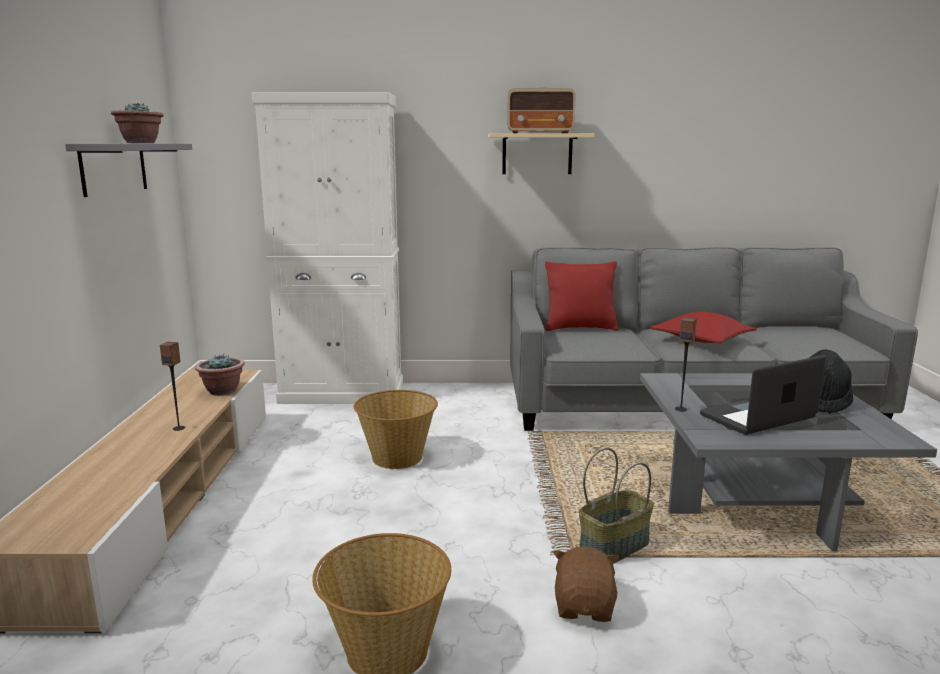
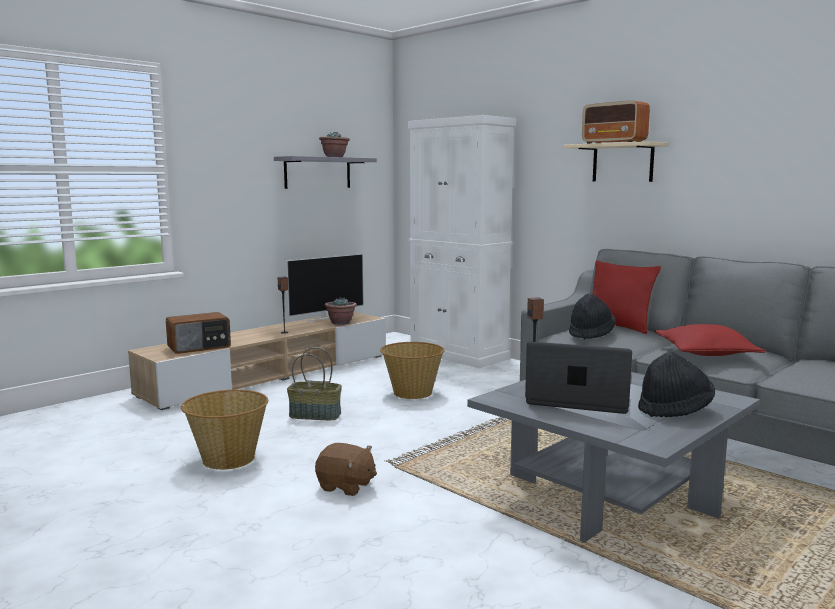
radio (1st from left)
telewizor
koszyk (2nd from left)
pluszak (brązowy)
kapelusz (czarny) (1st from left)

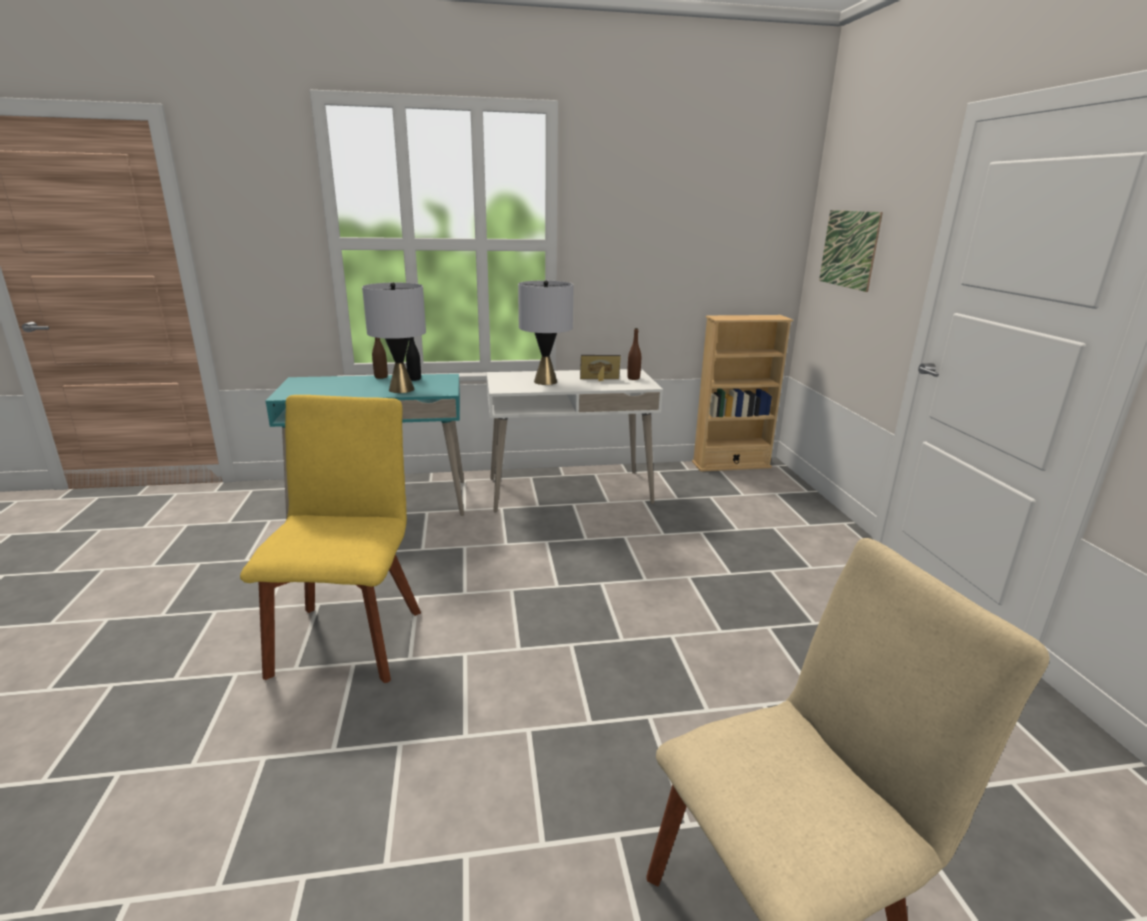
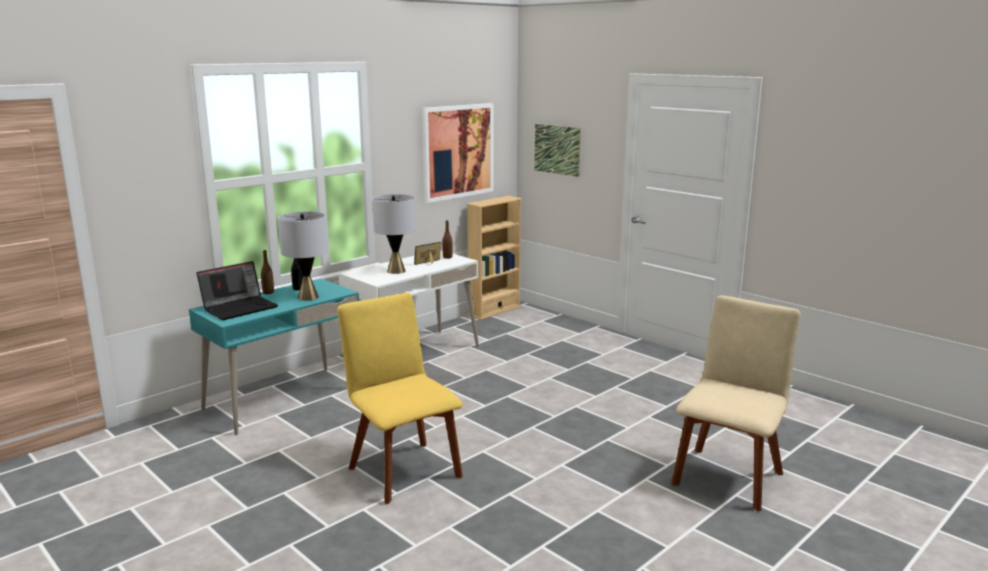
laptop
obraz (1st from left)

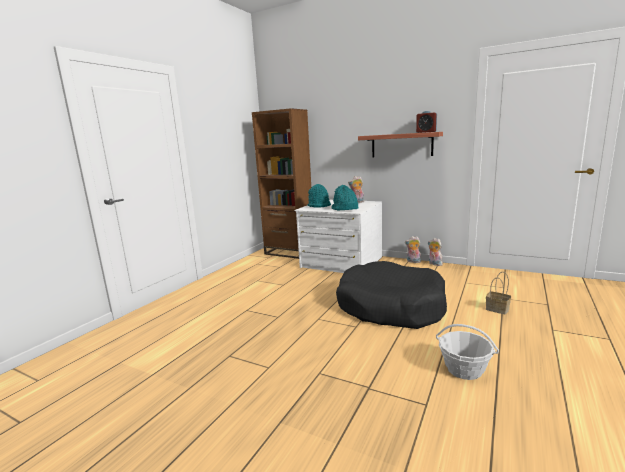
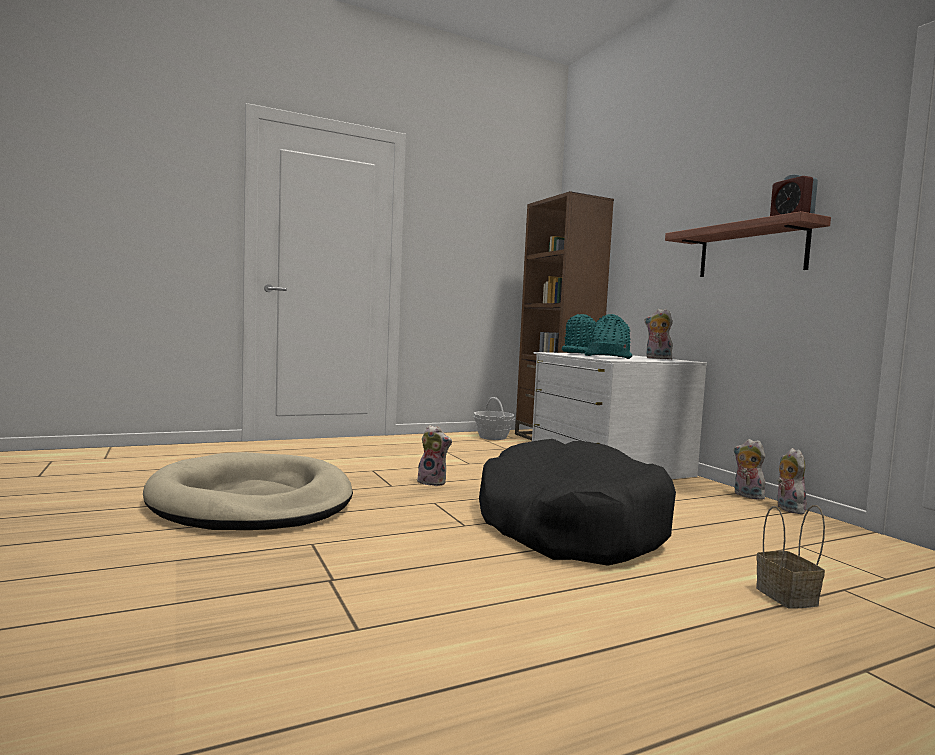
legowisko (beżowy)
pluszak (1st from left)
koszyk (1st from left)

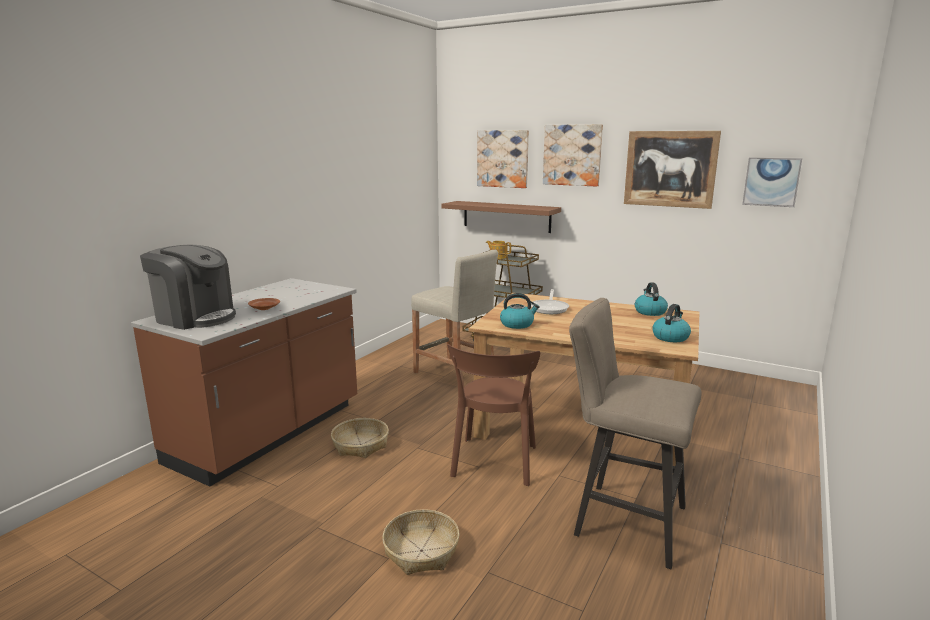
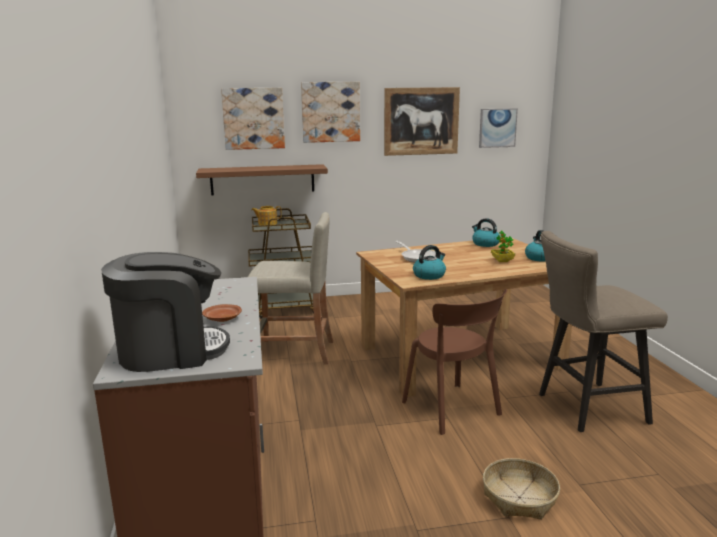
roślina doniczkowa
koszyk (1st from left in the first image)

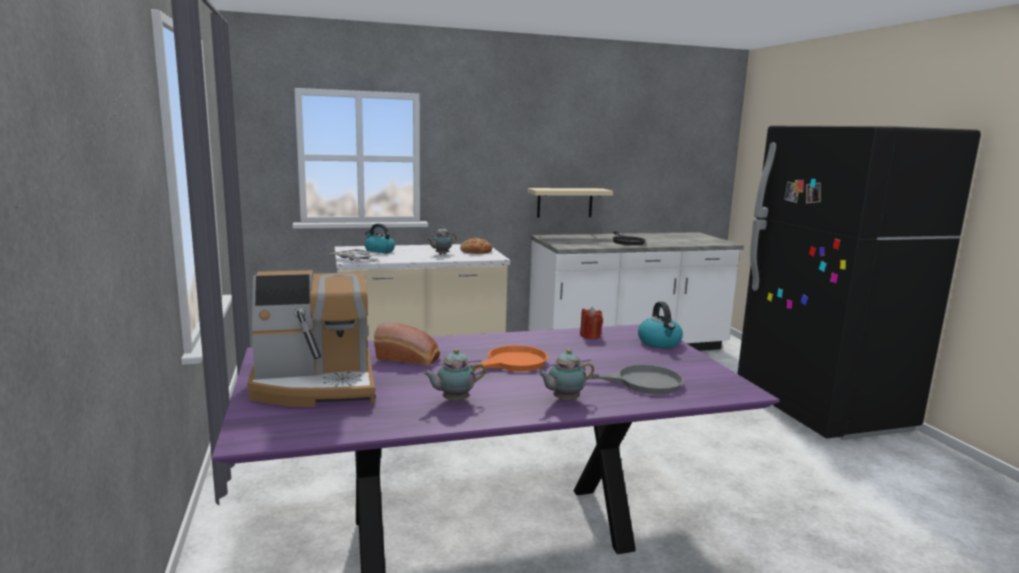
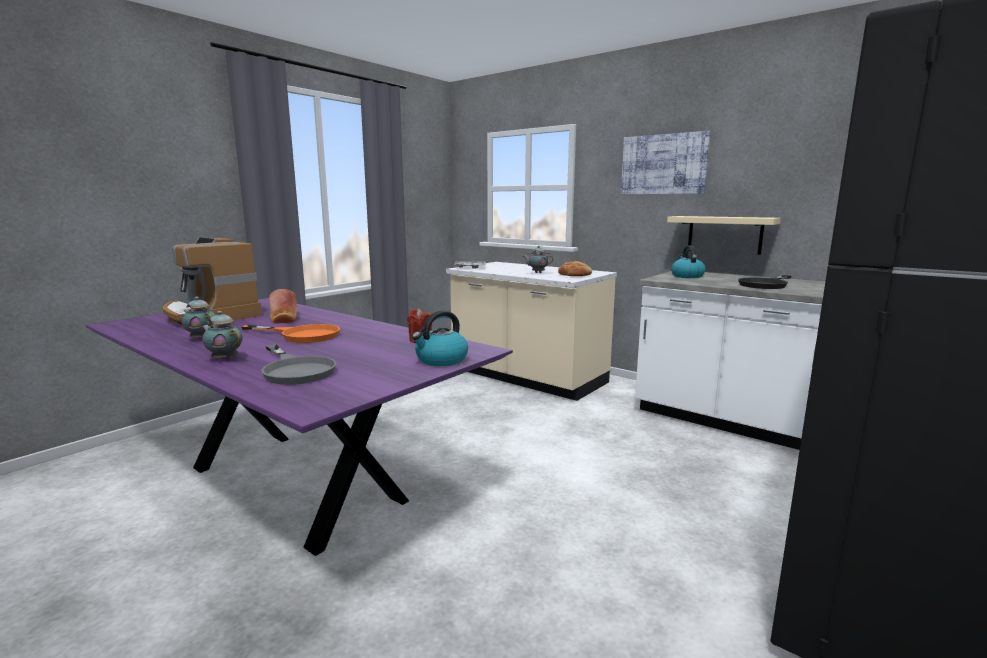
obraz
czajnik (2nd from left)

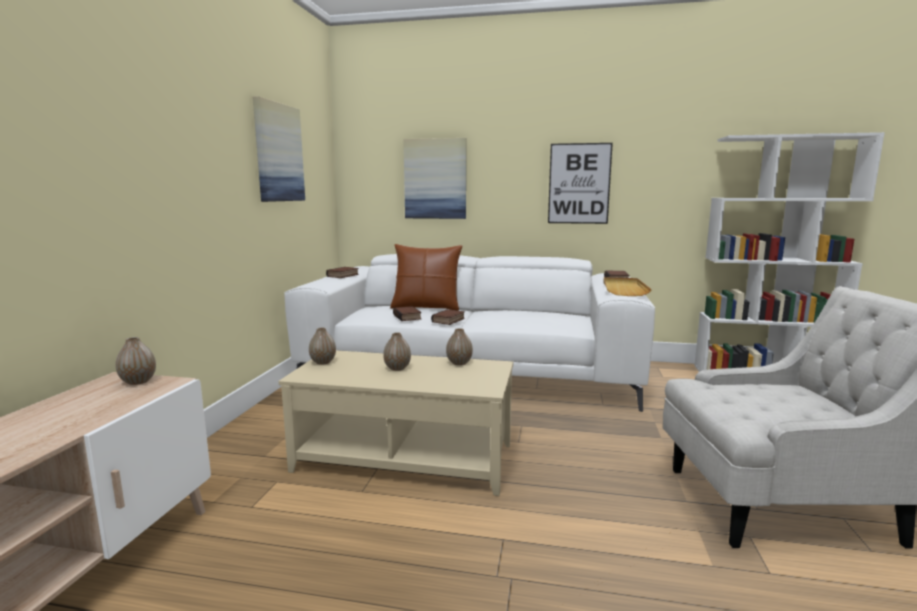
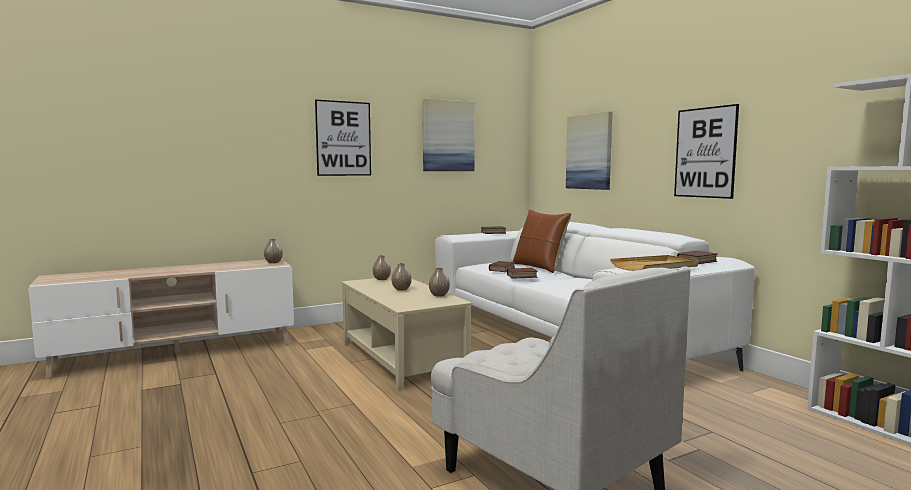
obraz (1st from left)

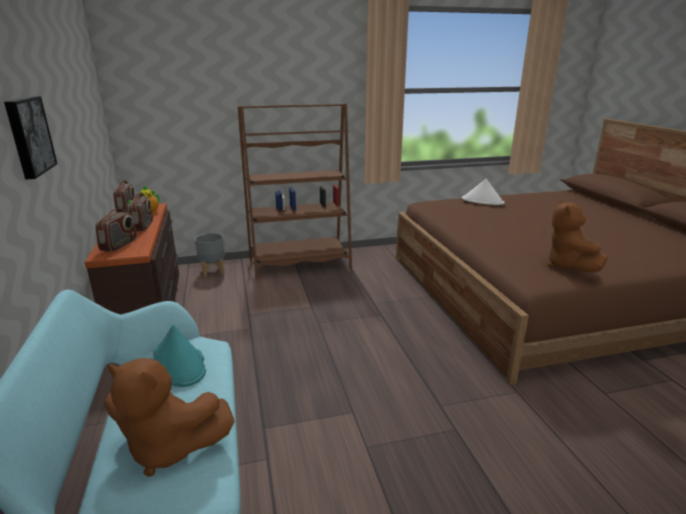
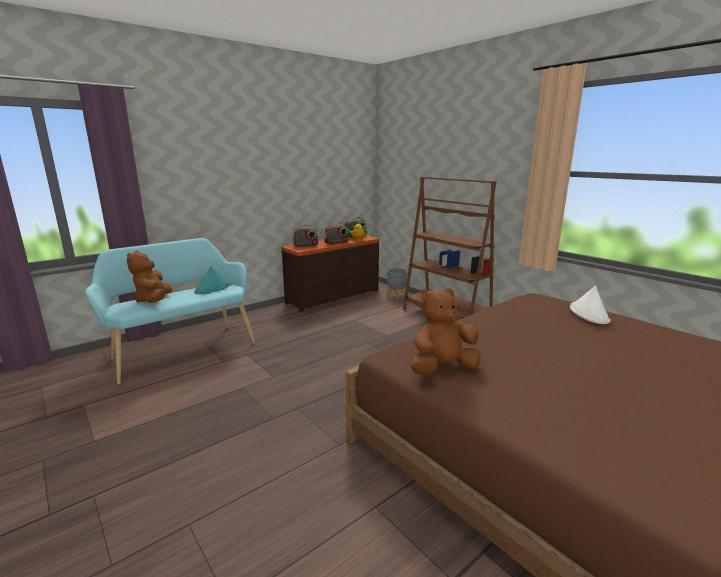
obraz

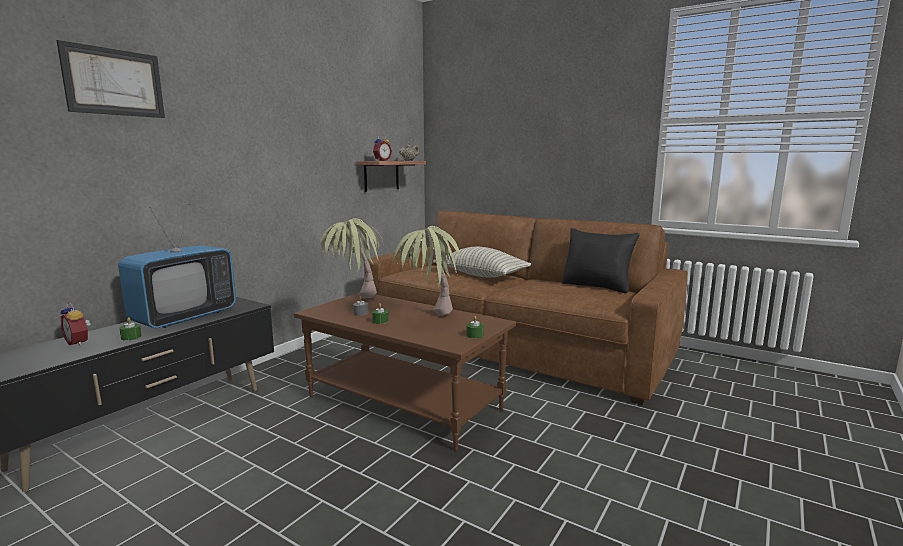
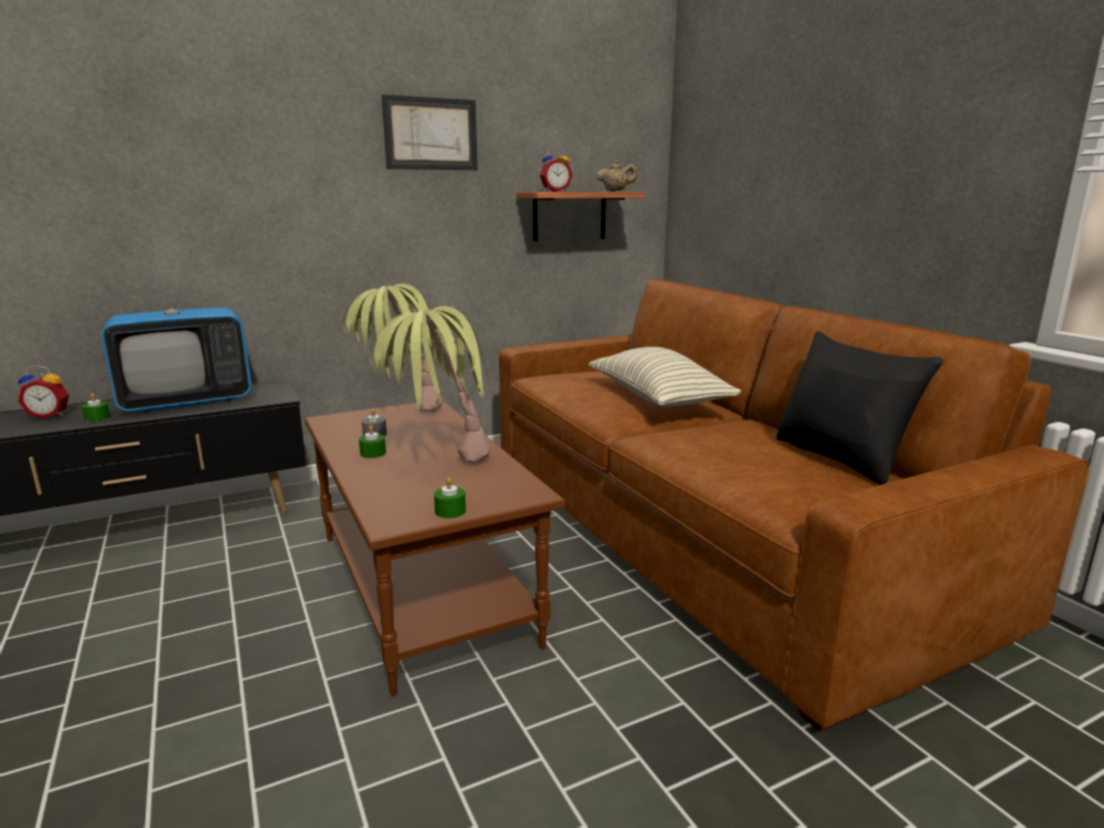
budzik (1st from left)
obraz

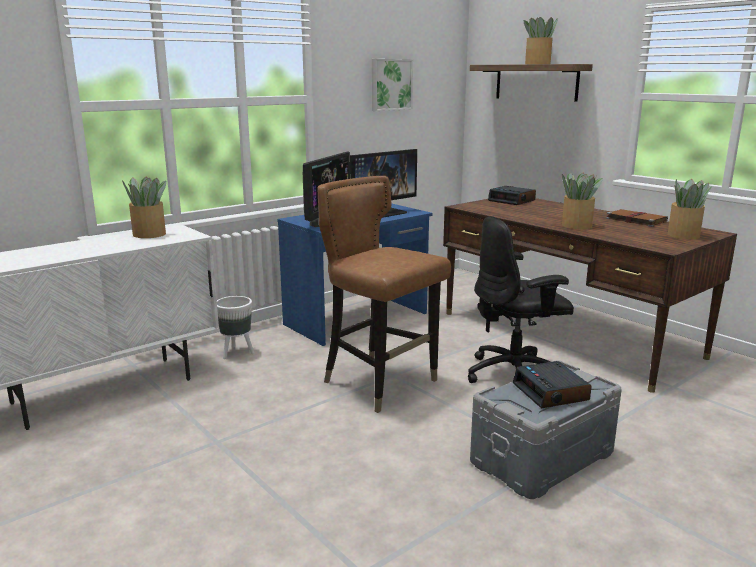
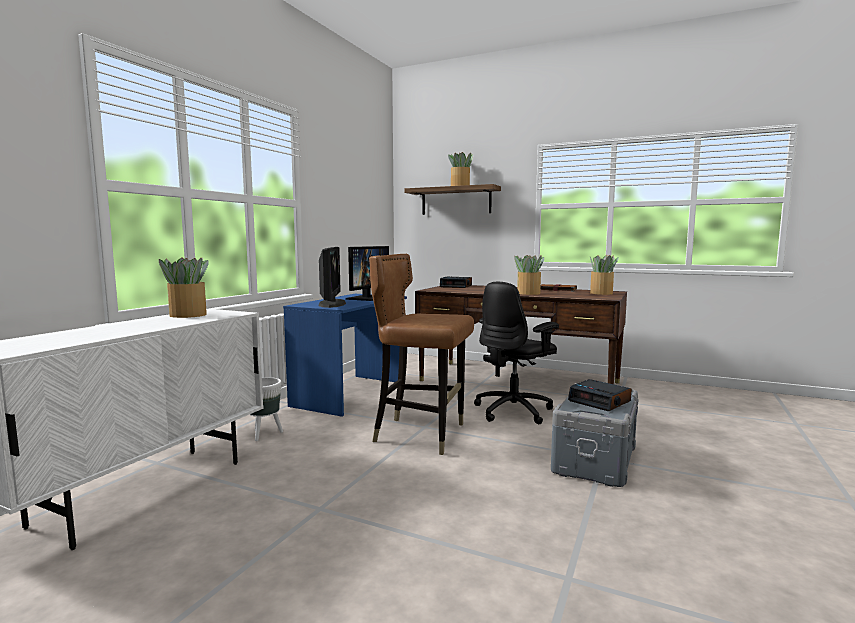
obraz

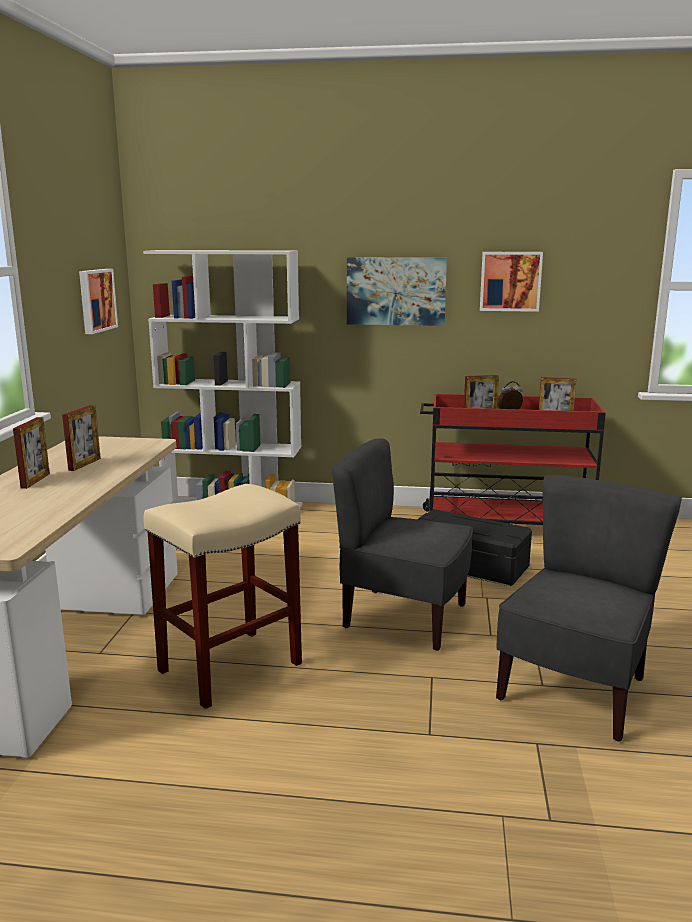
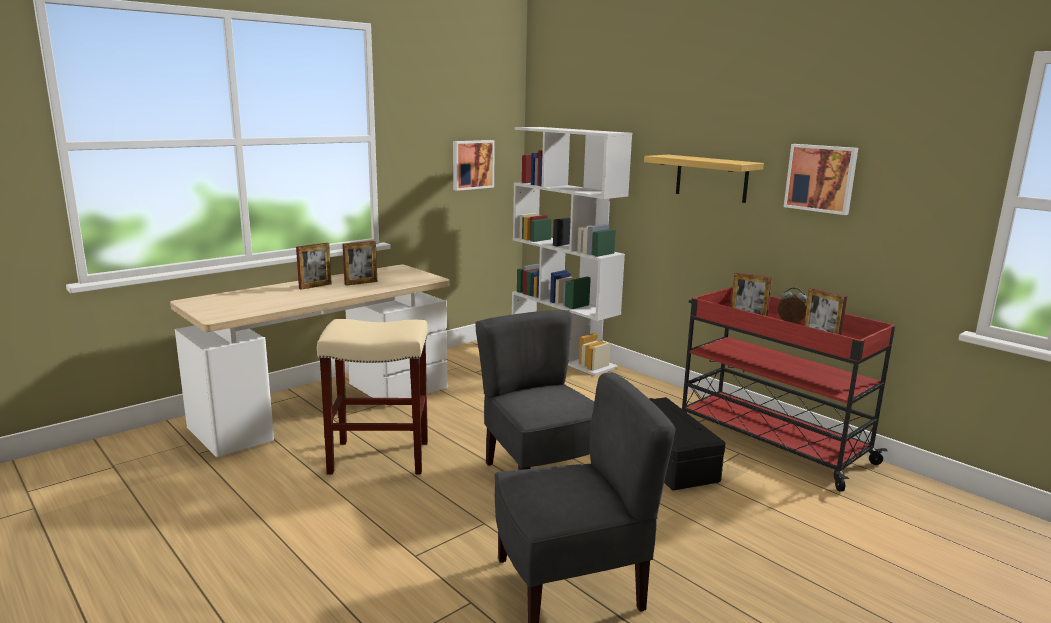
półka

